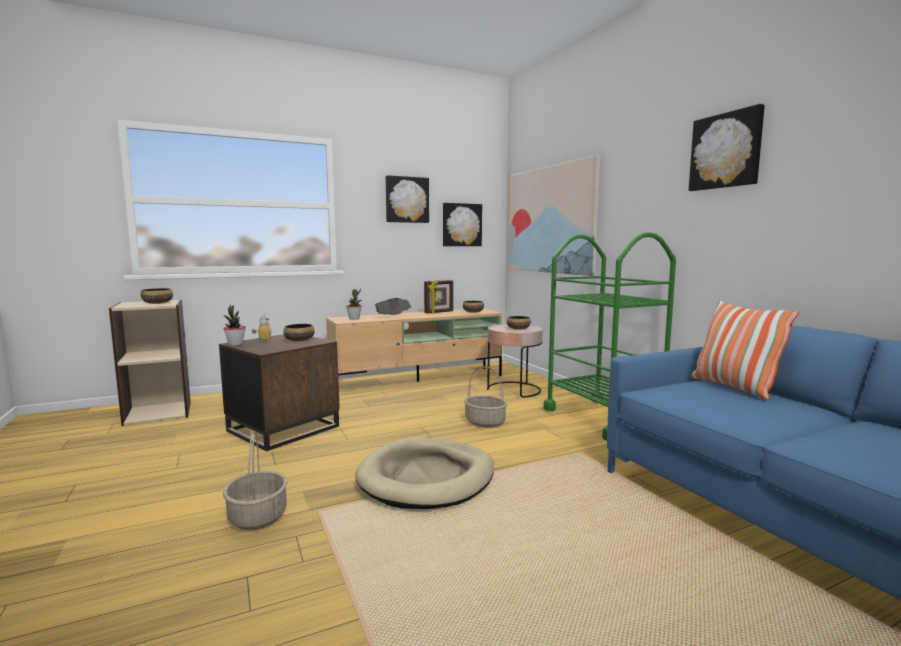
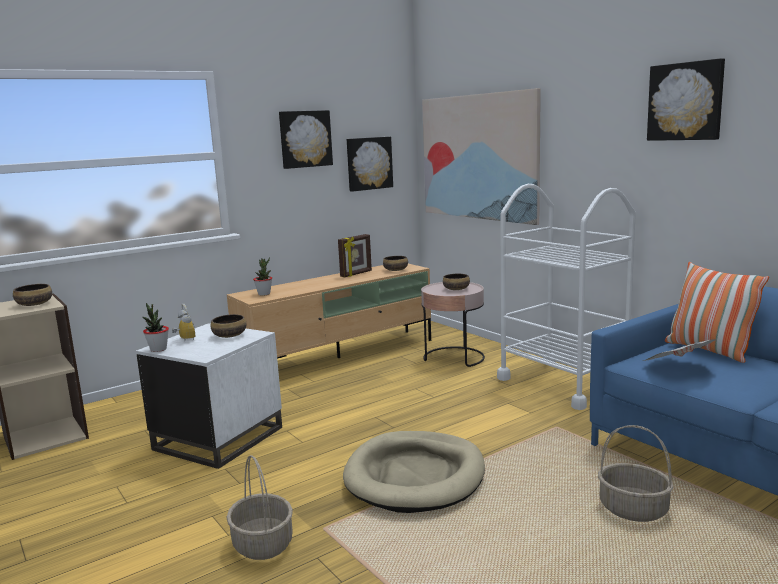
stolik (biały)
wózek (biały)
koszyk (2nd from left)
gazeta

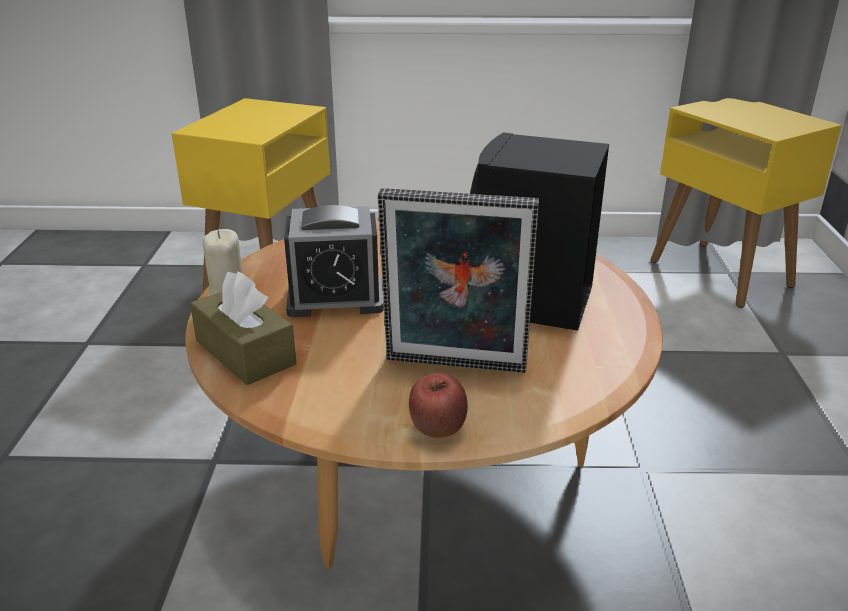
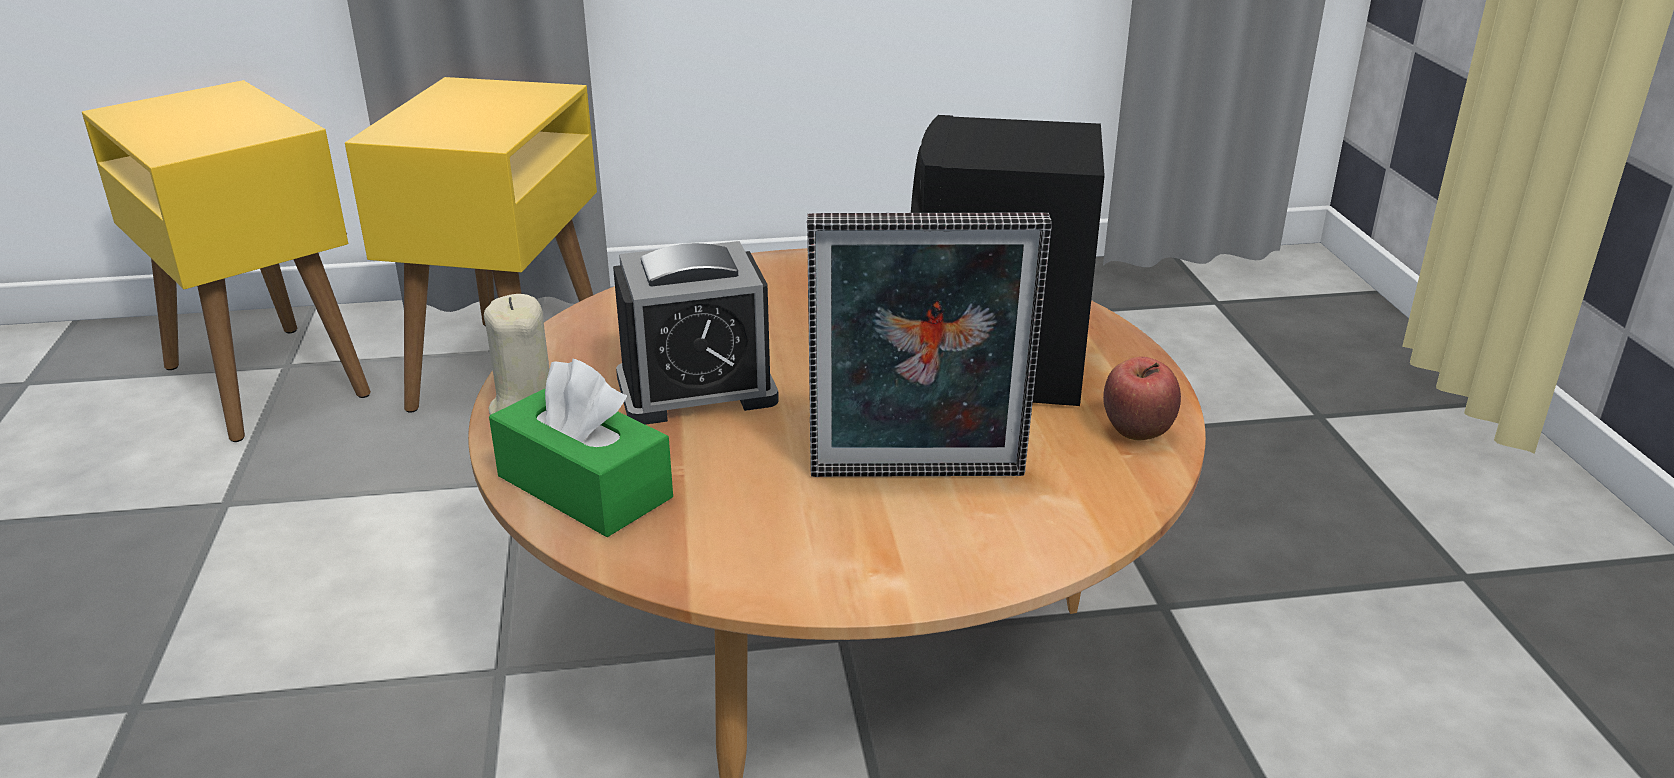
stolik (żółty) (1st from left)
pudełko chusteczek (zielony)
jabłko

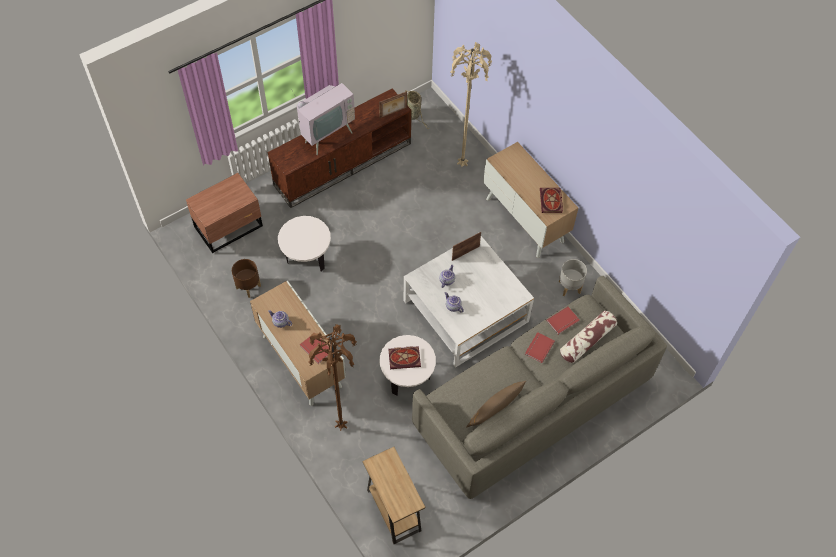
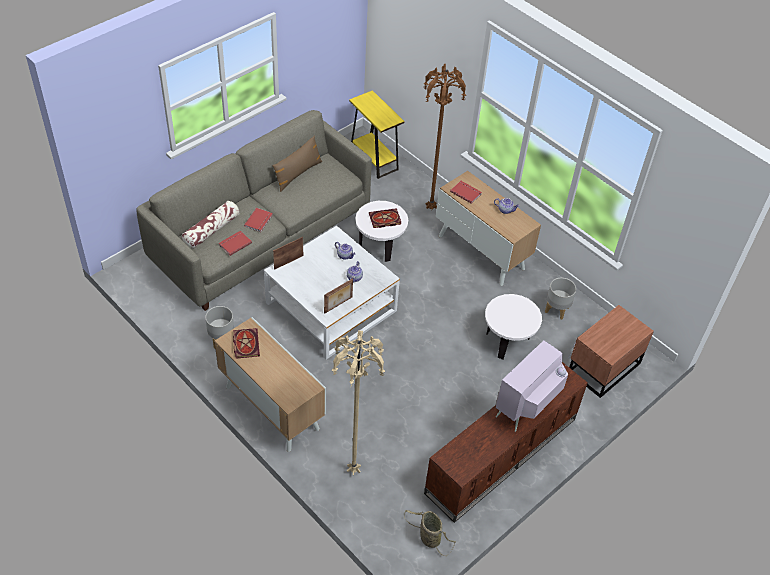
ramka na zdjęcie (1st from left)
stolik (żółty)
donica (szary) (2nd from left)

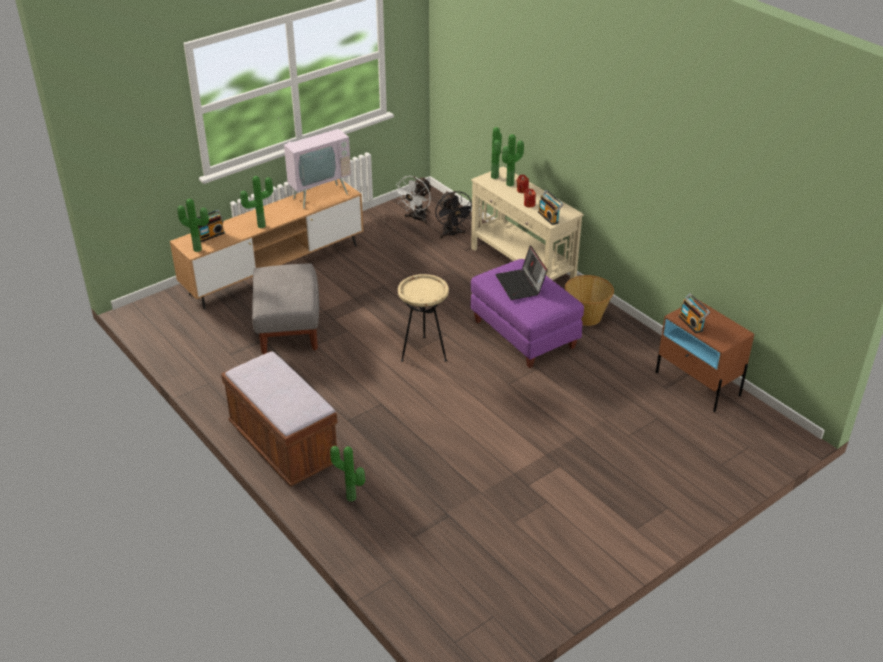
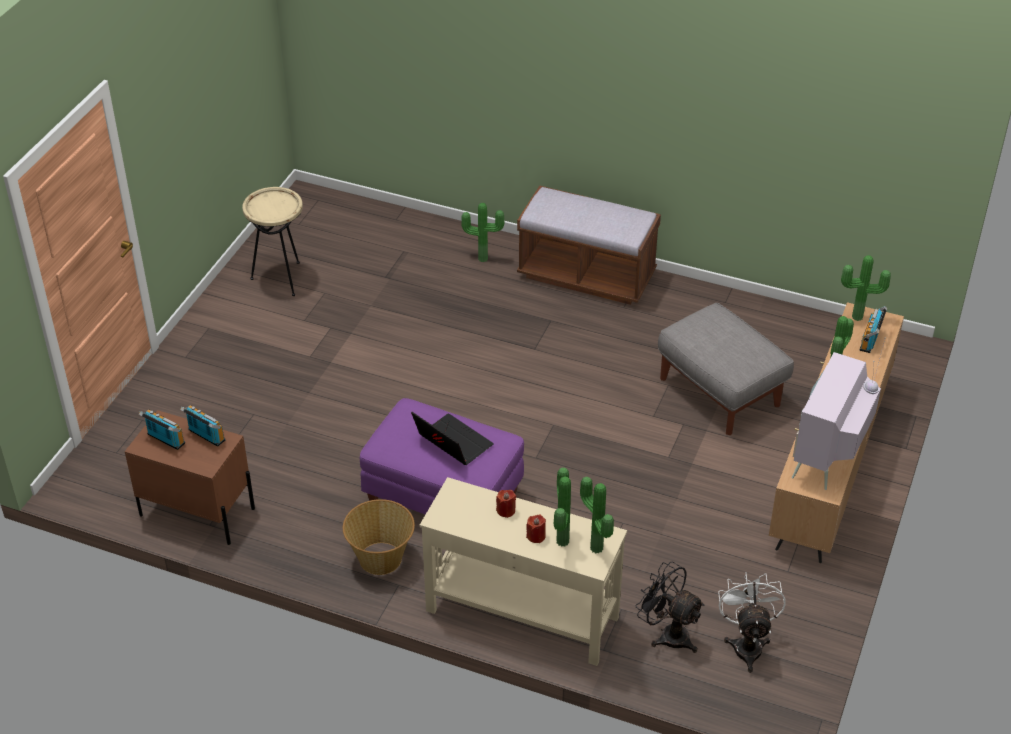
radio (1st from left)
stolik (beżowy)

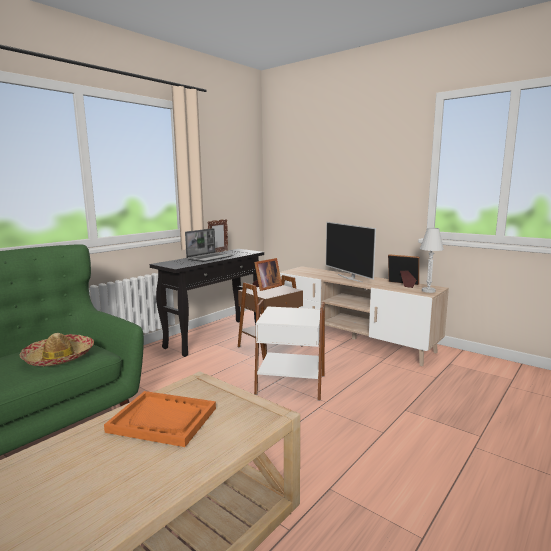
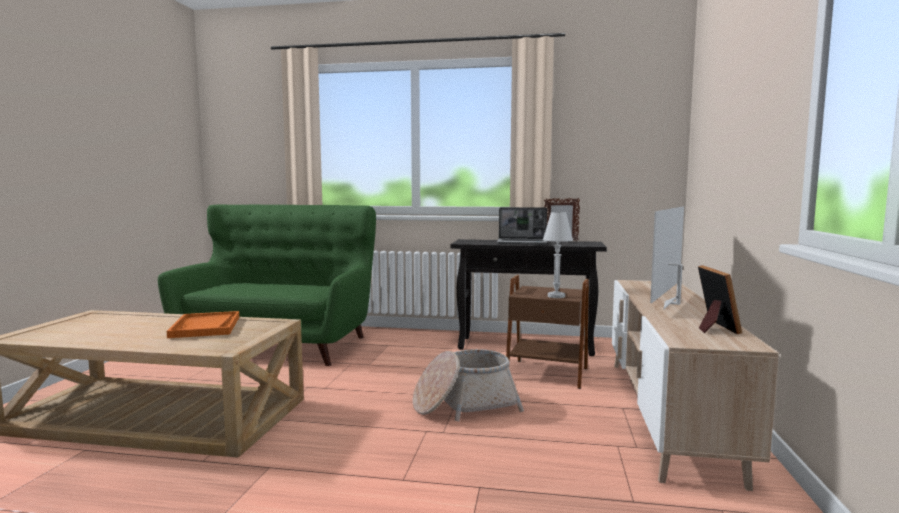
koszyk
lampa stołowa (biały)
kapelusz
ramka na zdjęcie (2nd from left in the first image)

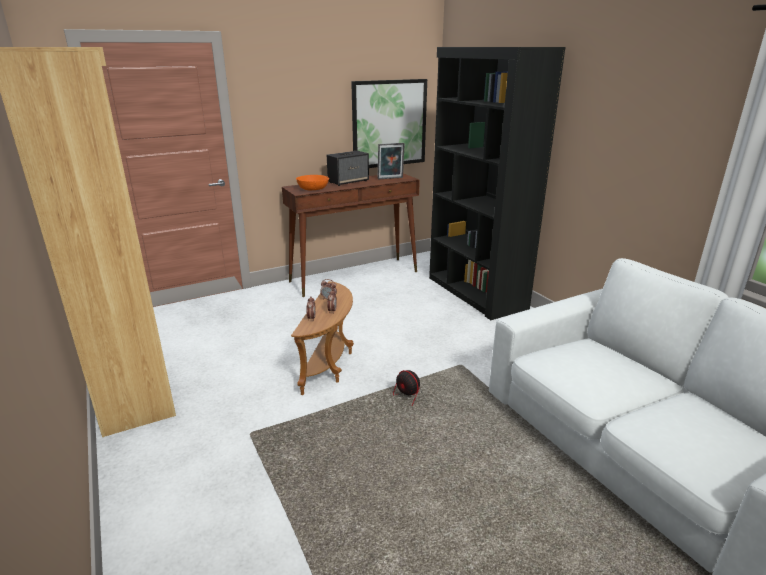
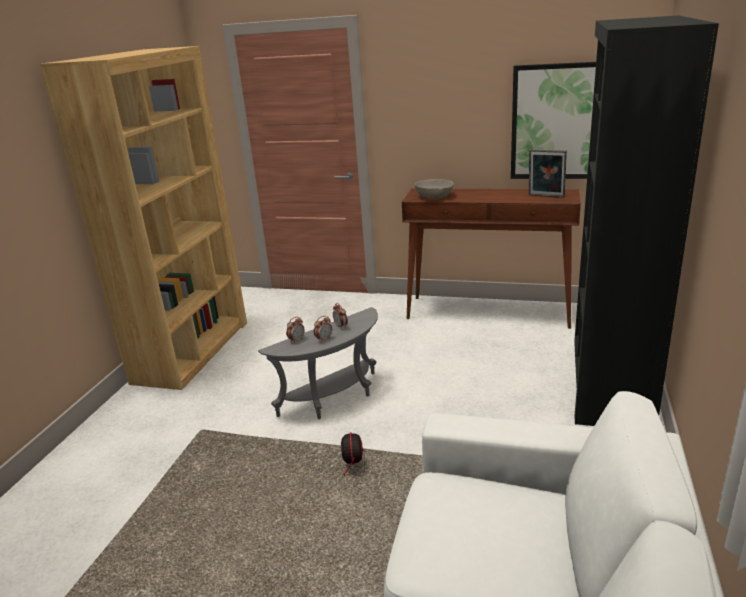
stolik (szary)
miska (szary)
głośnik

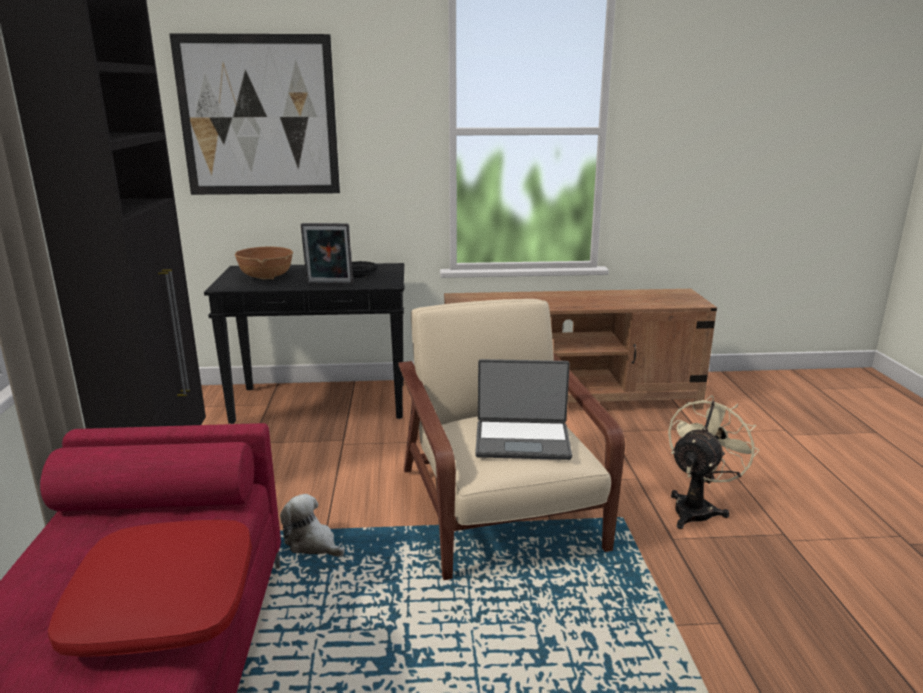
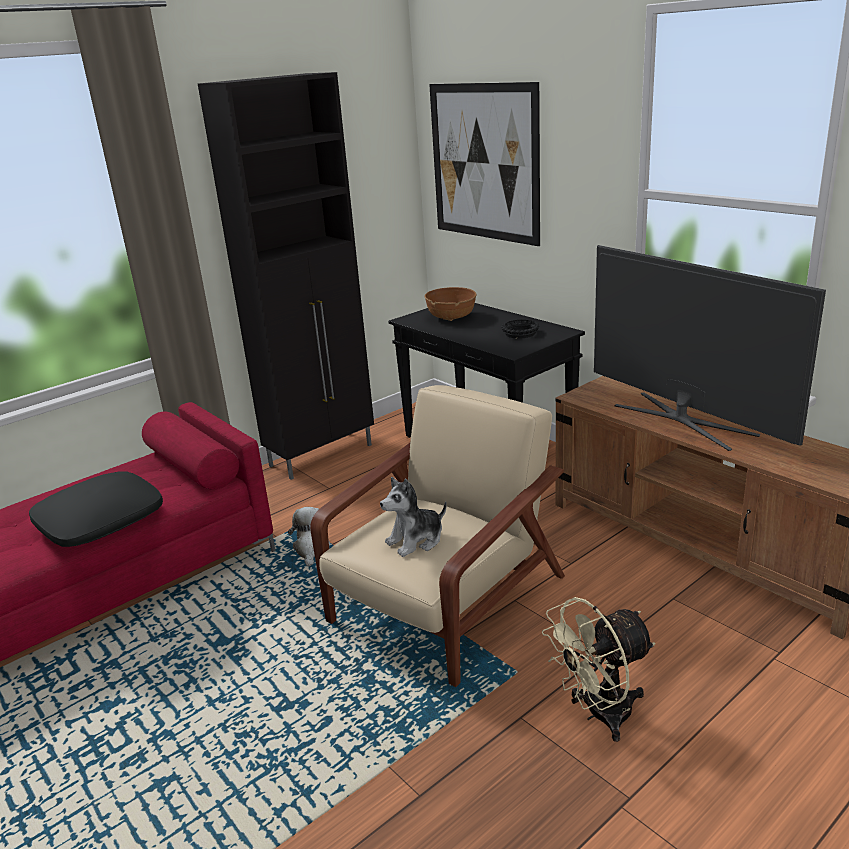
poduszka (czarny)
pluszak (2nd from left)
wentylator (beżowy)
telewizor
ramka na zdjęcie

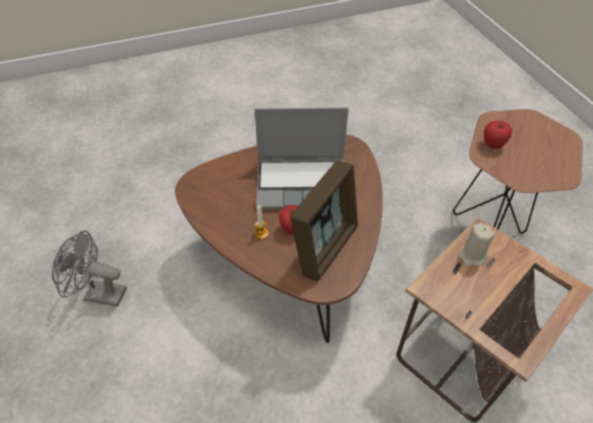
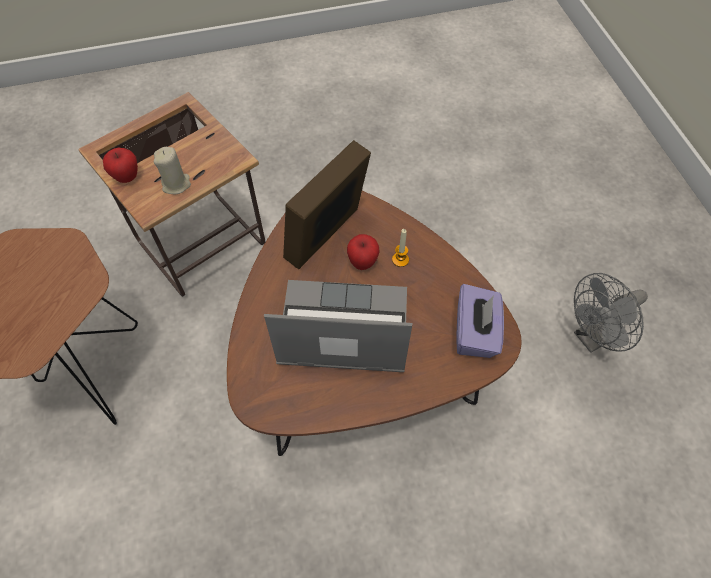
jabłko (1st from left)
pudełko chusteczek (fioletowy)
wentylator (szary)

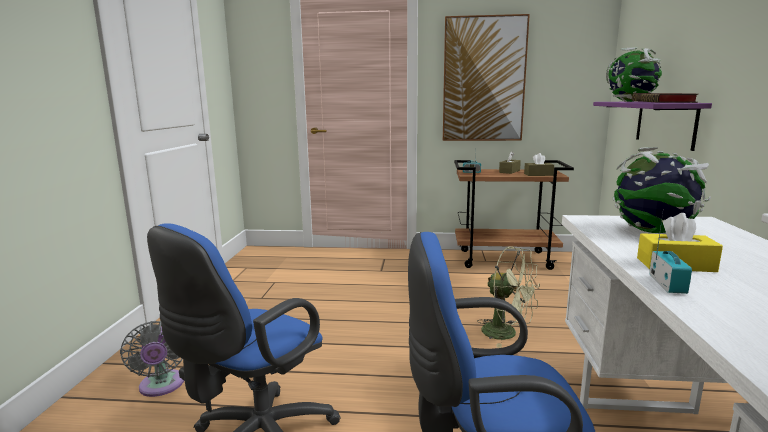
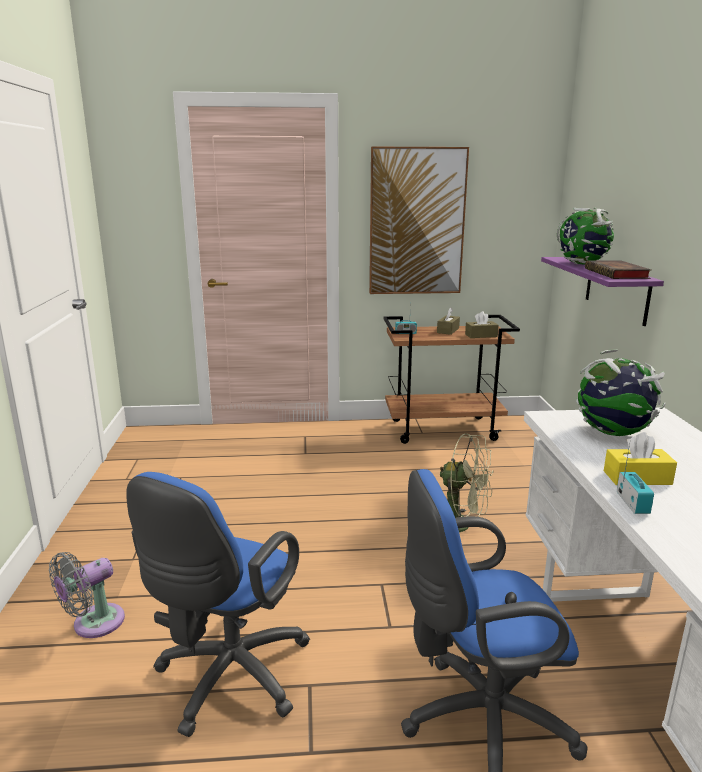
wentylator (szary)

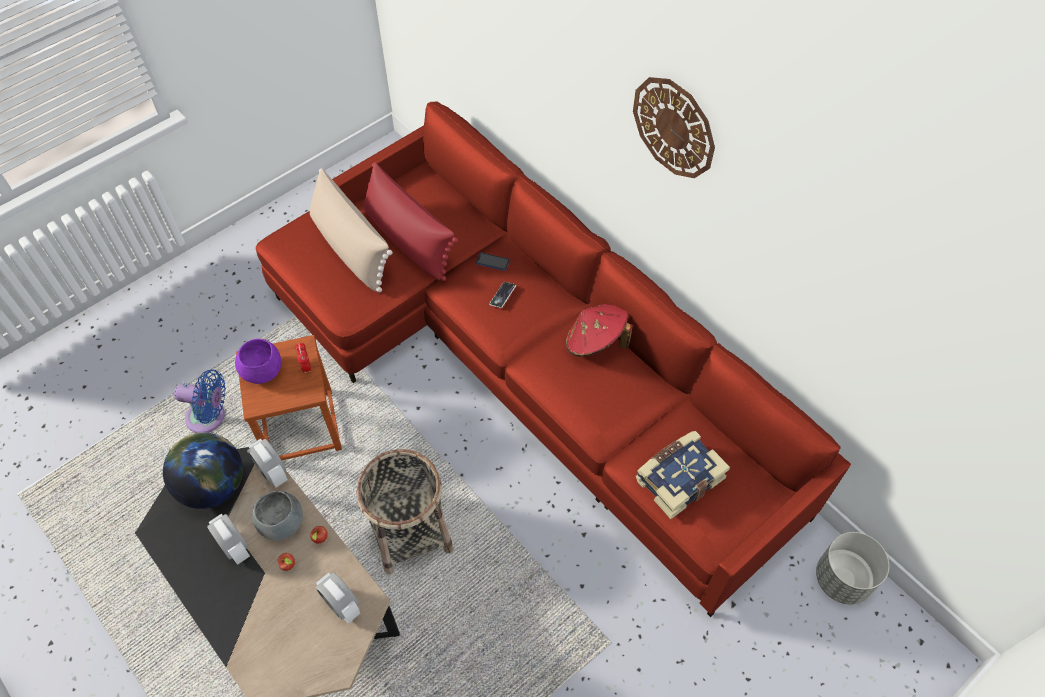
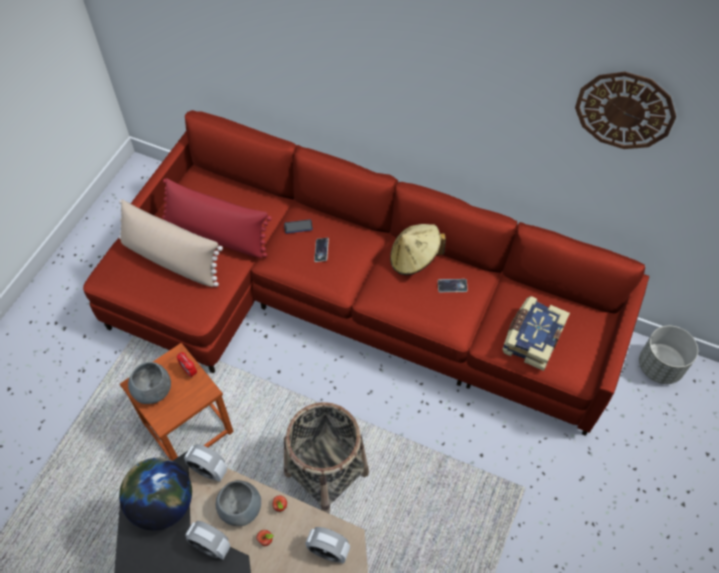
miska (szary) (1st from left)
kapelusz (beżowy)
telefon (3rd from left)
zegar ścienny
wentylator (niebieski)

